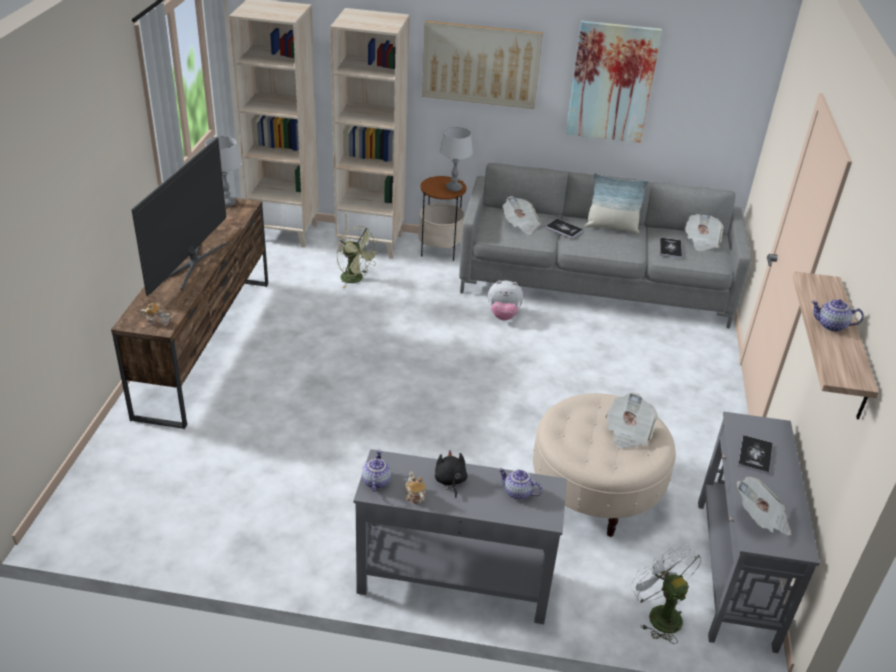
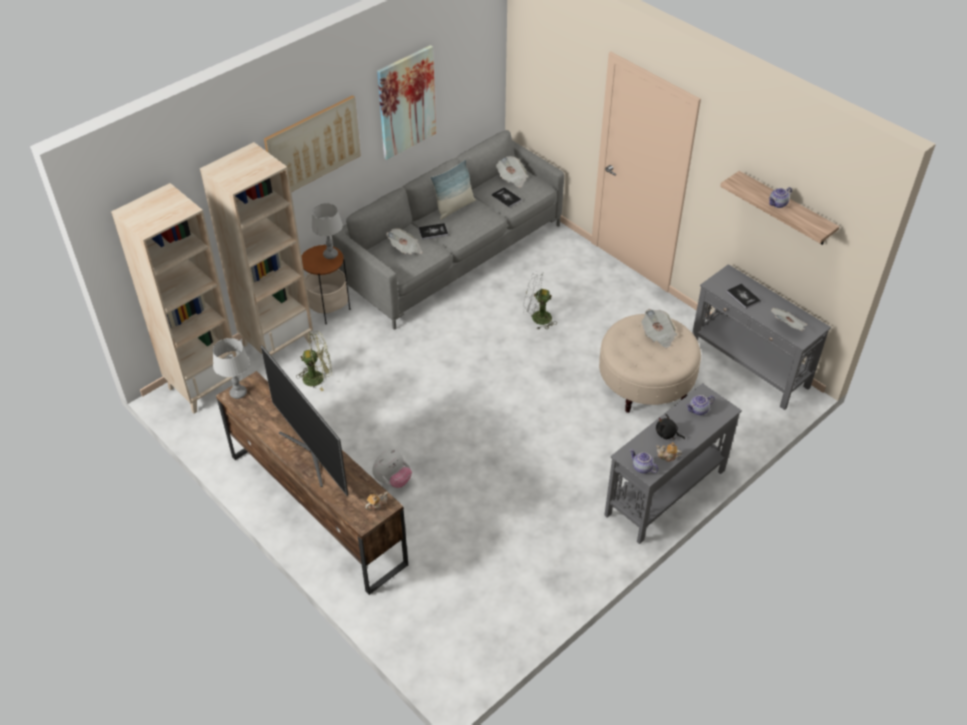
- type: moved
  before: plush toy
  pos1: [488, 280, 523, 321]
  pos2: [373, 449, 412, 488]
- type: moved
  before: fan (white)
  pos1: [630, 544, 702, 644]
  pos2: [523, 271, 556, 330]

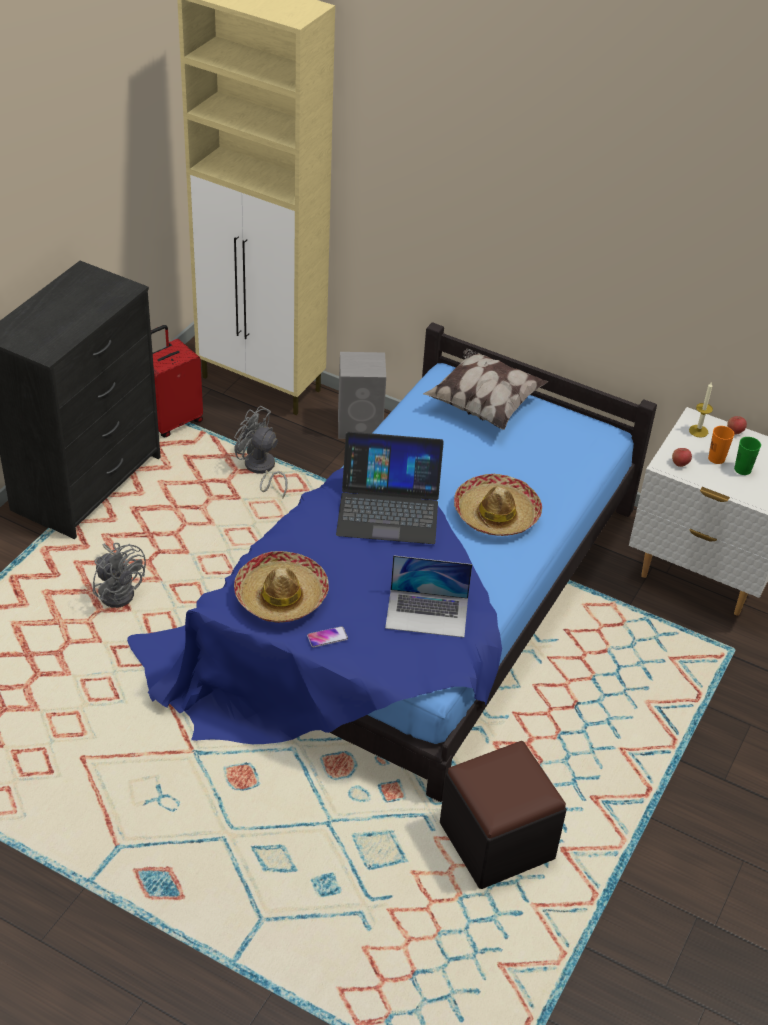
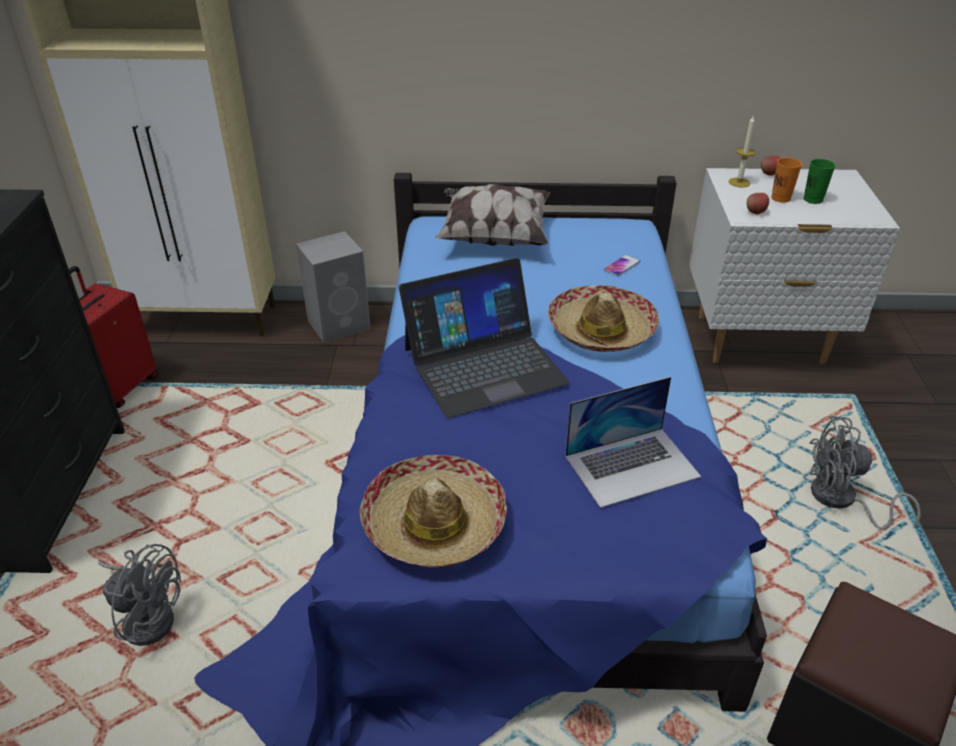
- type: moved
  before: fan (grey)
  pos1: [234, 406, 288, 499]
  pos2: [809, 416, 921, 530]
- type: moved
  before: phone
  pos1: [307, 626, 348, 648]
  pos2: [604, 255, 640, 276]

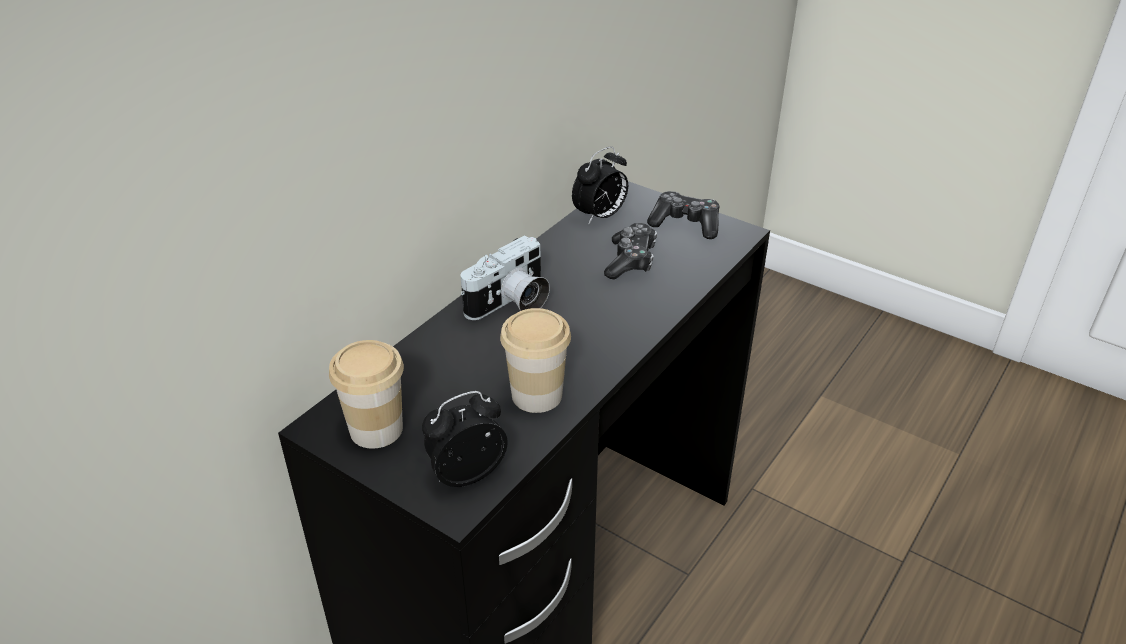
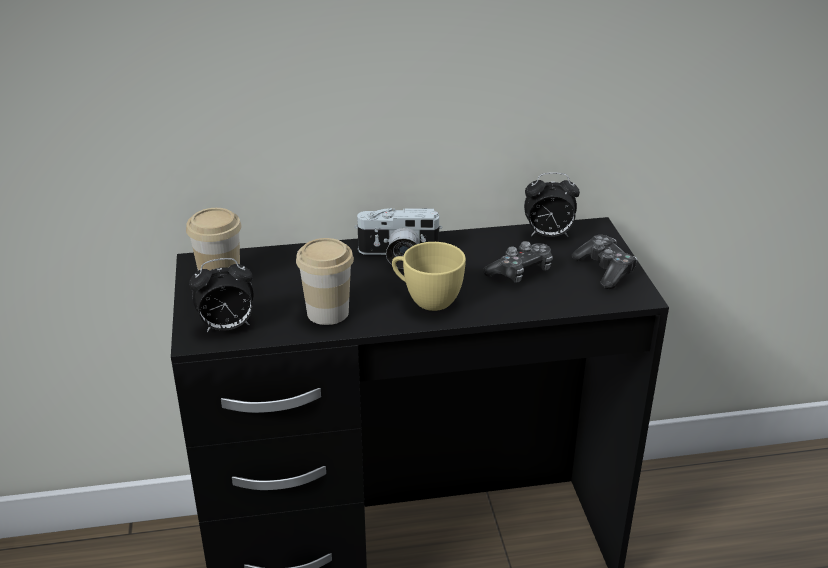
- type: added
  after: cup (yellow)
  pos2: [392, 242, 466, 311]
- type: turned
  before: alarm clock
  pos1: [422, 391, 508, 487]
  pos2: [189, 258, 254, 332]
  turn: 150

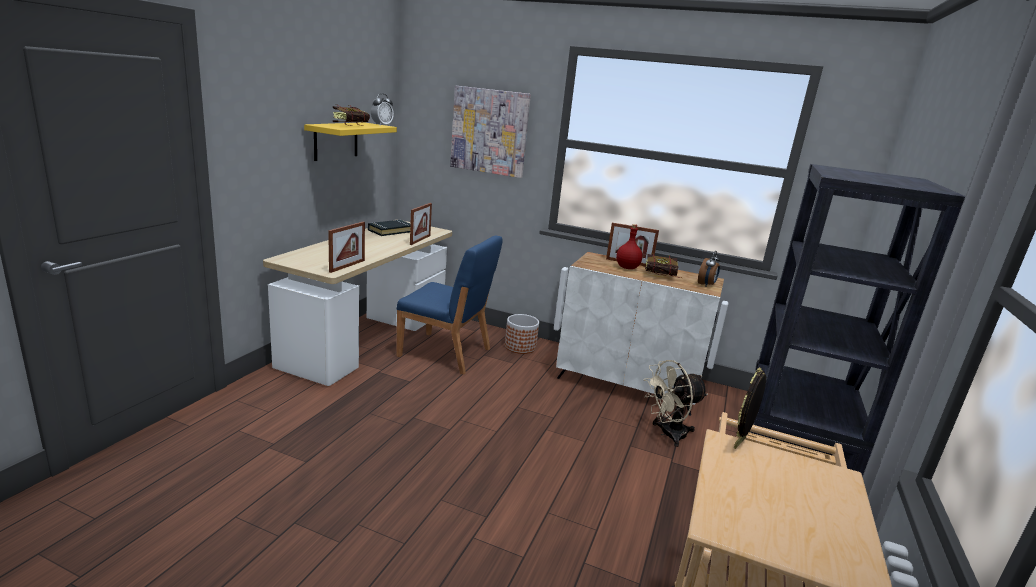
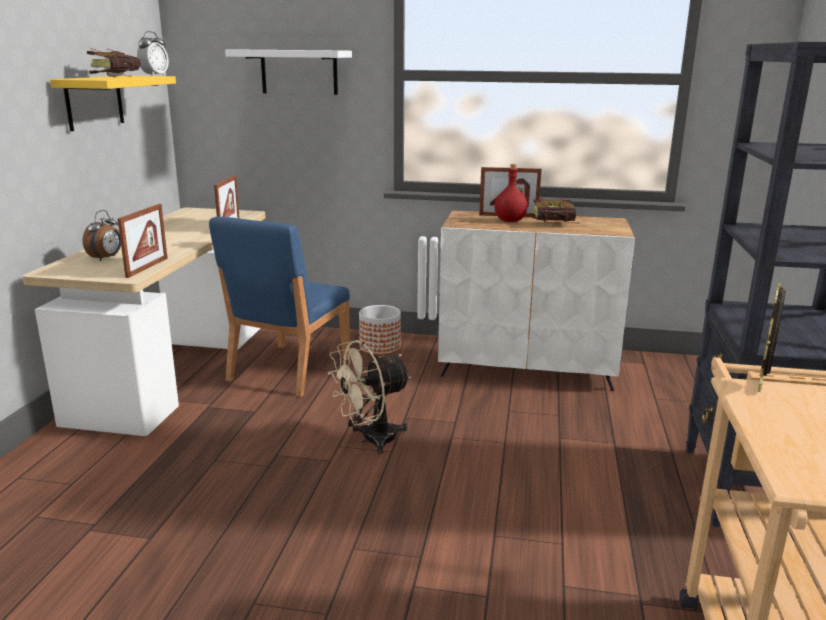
- type: removed
  before: book (black)
  pos1: [368, 220, 410, 236]
- type: moved
  before: fan (beige)
  pos1: [644, 360, 708, 447]
  pos2: [328, 340, 411, 454]
- type: moved
  before: alarm clock
  pos1: [698, 251, 720, 287]
  pos2: [82, 210, 121, 261]
- type: replaced
  before: picture
  after: shelf (white)
  pos1: [450, 86, 531, 178]
  pos2: [225, 49, 352, 95]
- type: turned
  before: chair (blue)
  pos1: [396, 236, 503, 375]
  pos2: [209, 216, 350, 397]
  turn: 105

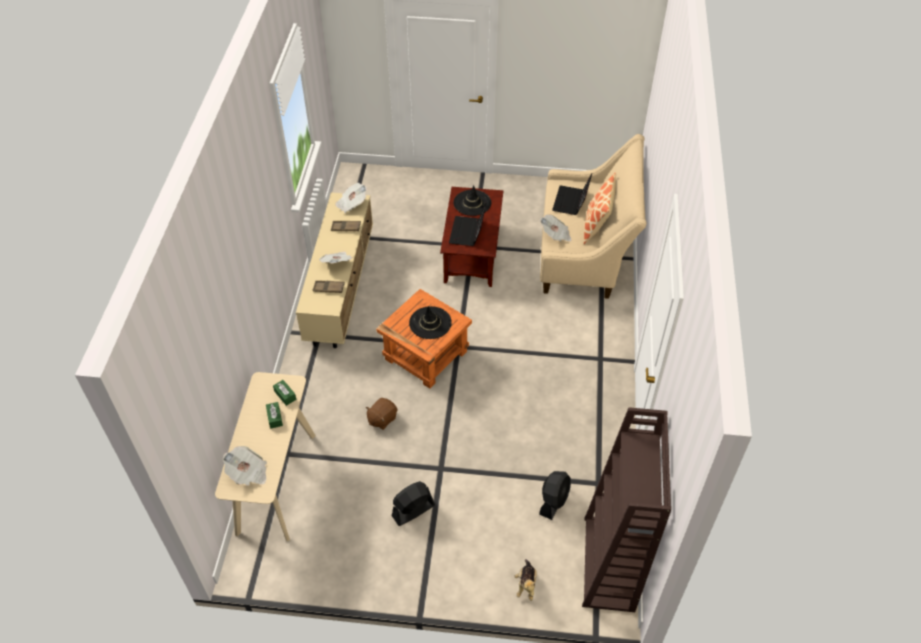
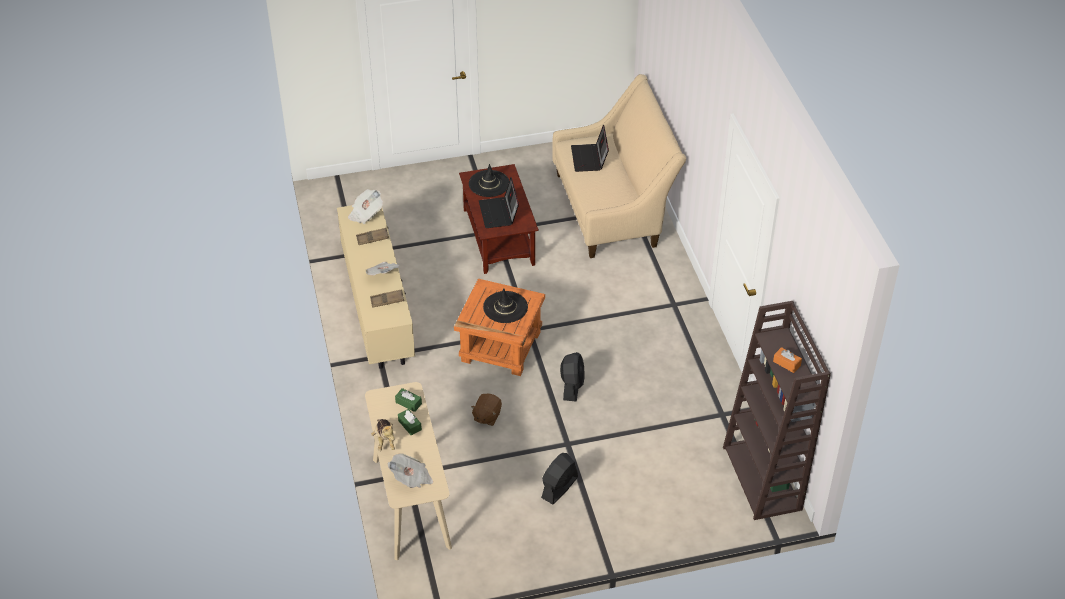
- type: removed
  before: newspaper
  pos1: [540, 215, 572, 242]
- type: removed
  before: pillow
  pos1: [584, 172, 616, 244]
- type: added
  after: tissue box (orange)
  pos2: [773, 347, 802, 373]
- type: moved
  before: plush toy
  pos1: [514, 559, 537, 601]
  pos2: [371, 419, 395, 451]
- type: moved
  before: fan (black)
  pos1: [539, 471, 571, 520]
  pos2: [560, 352, 585, 402]

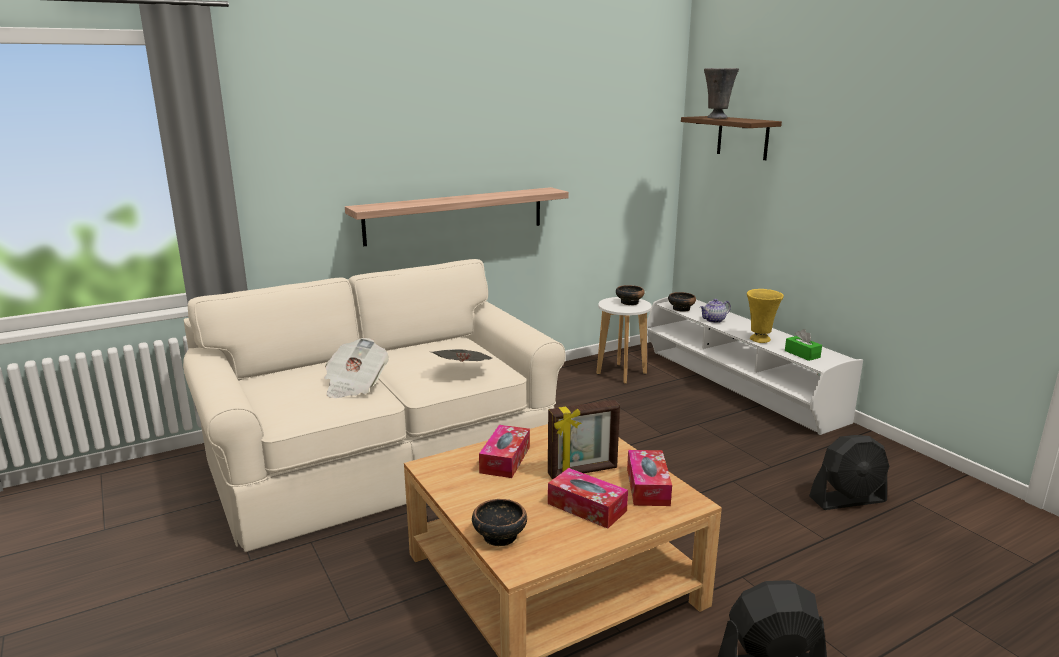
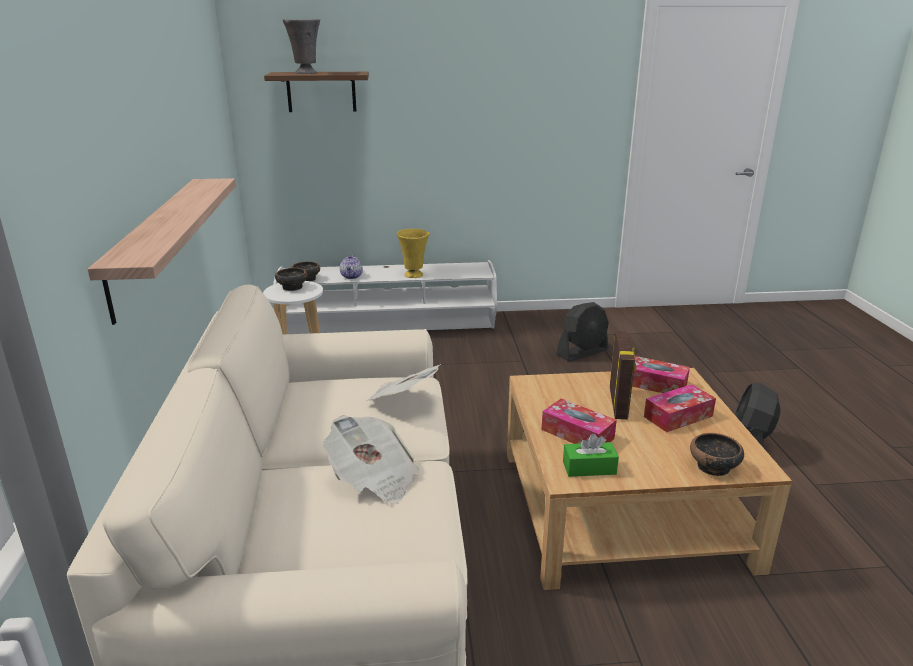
- type: moved
  before: tissue box (green)
  pos1: [785, 329, 822, 361]
  pos2: [563, 434, 619, 477]
- type: turned
  before: fan (black)
  pos1: [809, 435, 889, 510]
  pos2: [556, 302, 609, 362]
  turn: 45

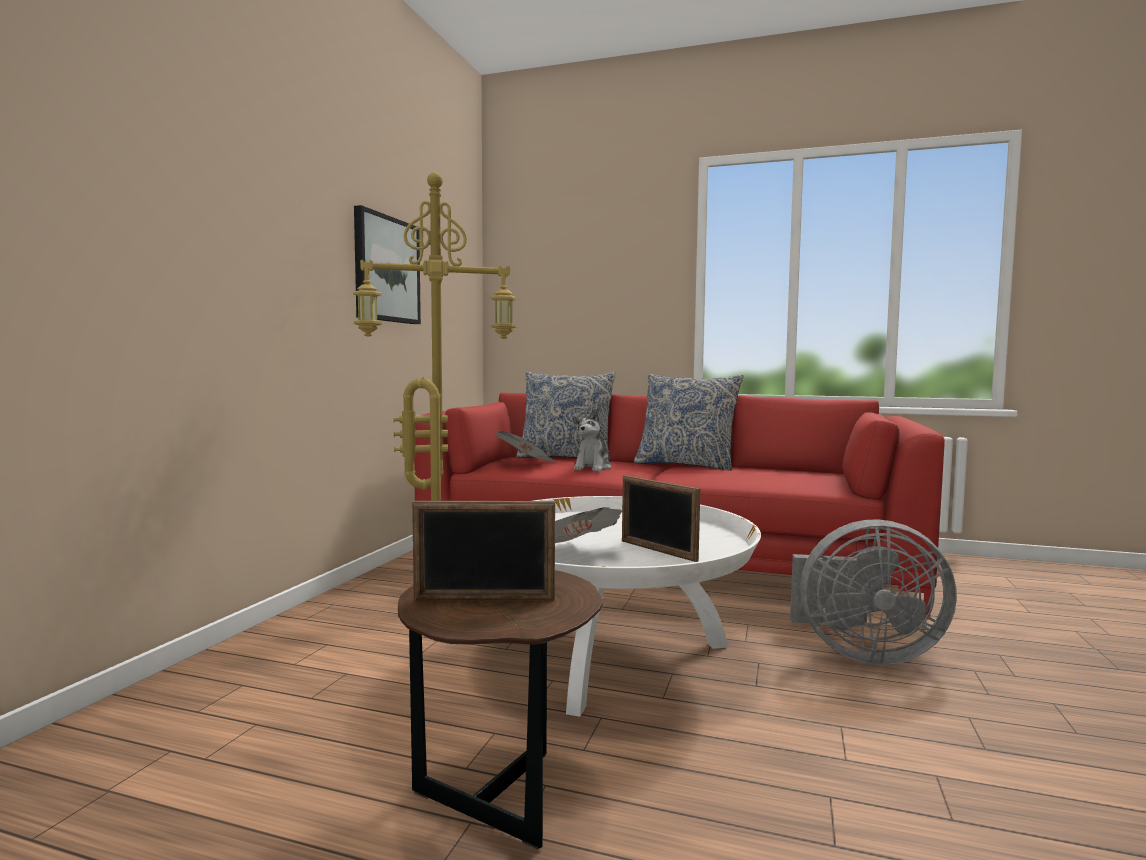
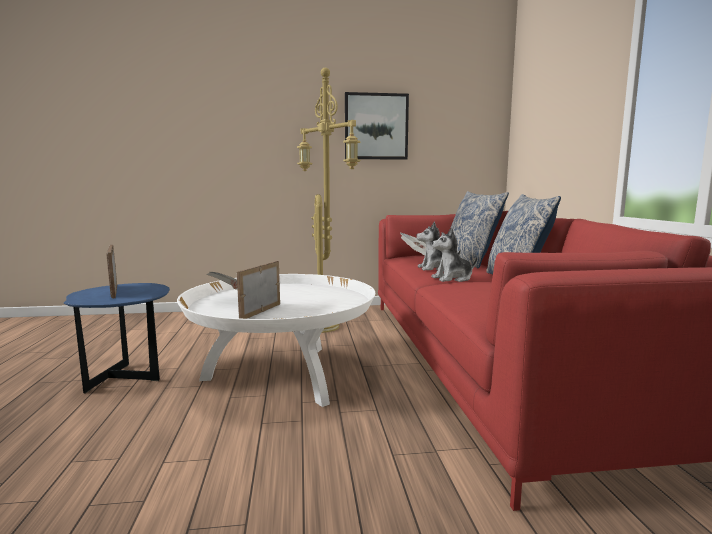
- type: removed
  before: fan (grey)
  pos1: [790, 519, 957, 665]
- type: added
  after: plush toy
  pos2: [431, 227, 478, 282]
- type: recoloured
  before: side table (brown)
  after: side table (blue)
  pos1: [398, 570, 603, 849]
  pos2: [64, 283, 170, 394]

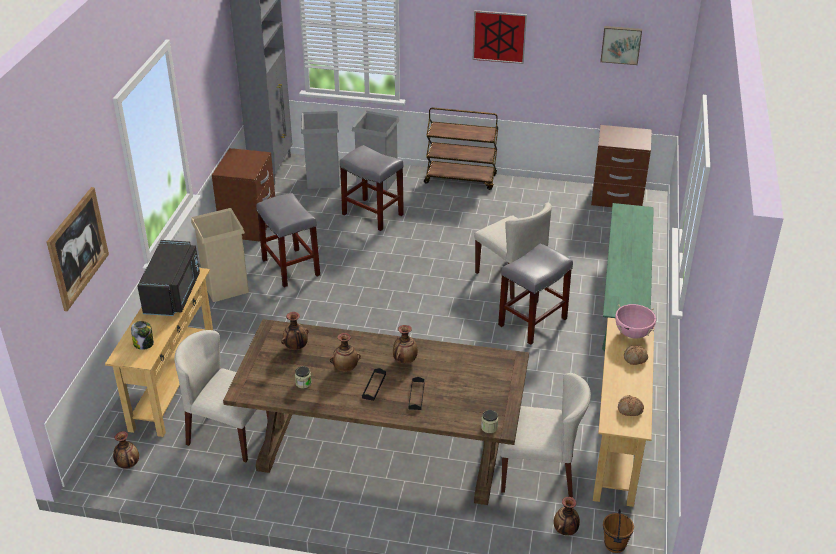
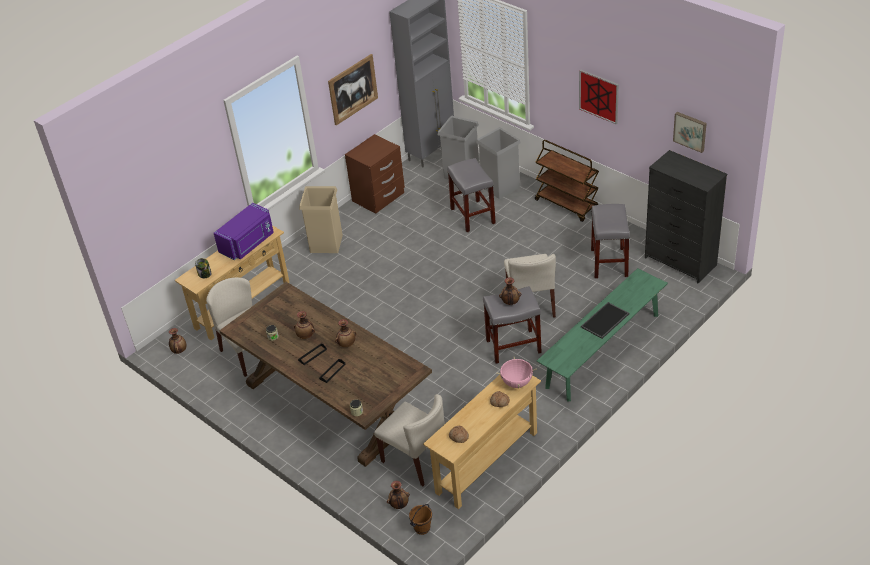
- type: added
  after: tray
  pos2: [581, 302, 629, 339]
- type: moved
  before: picture
  pos1: [47, 187, 109, 311]
  pos2: [328, 54, 378, 126]
- type: moved
  before: stool (grey)
  pos1: [256, 193, 320, 288]
  pos2: [591, 204, 630, 279]
- type: moved
  before: vase
  pos1: [281, 312, 309, 350]
  pos2: [499, 277, 521, 305]
- type: replaced
  before: nightstand (brown)
  after: dresser (black)
  pos1: [591, 125, 652, 207]
  pos2: [645, 150, 727, 283]
- type: recoloured
  before: microwave (black)
  after: microwave (purple)
  pos1: [137, 240, 200, 316]
  pos2: [214, 203, 274, 260]

